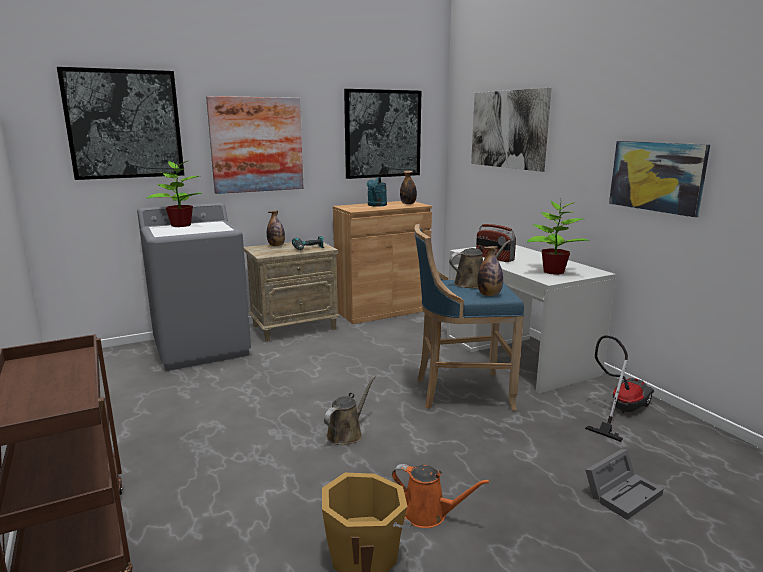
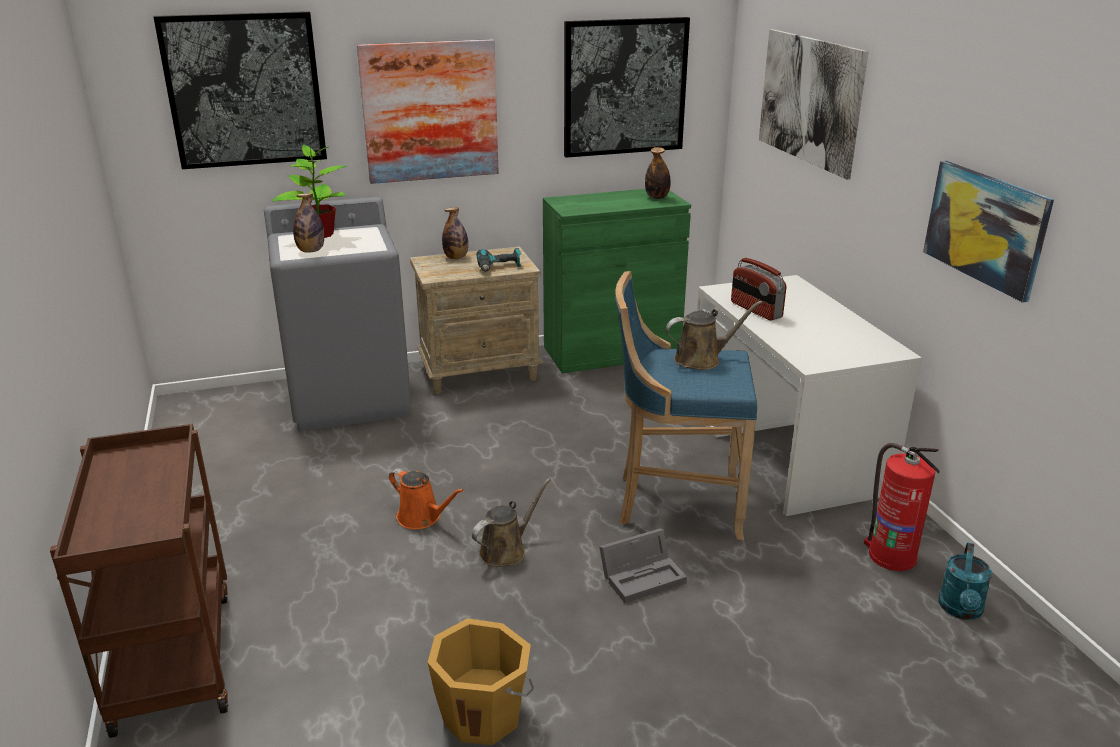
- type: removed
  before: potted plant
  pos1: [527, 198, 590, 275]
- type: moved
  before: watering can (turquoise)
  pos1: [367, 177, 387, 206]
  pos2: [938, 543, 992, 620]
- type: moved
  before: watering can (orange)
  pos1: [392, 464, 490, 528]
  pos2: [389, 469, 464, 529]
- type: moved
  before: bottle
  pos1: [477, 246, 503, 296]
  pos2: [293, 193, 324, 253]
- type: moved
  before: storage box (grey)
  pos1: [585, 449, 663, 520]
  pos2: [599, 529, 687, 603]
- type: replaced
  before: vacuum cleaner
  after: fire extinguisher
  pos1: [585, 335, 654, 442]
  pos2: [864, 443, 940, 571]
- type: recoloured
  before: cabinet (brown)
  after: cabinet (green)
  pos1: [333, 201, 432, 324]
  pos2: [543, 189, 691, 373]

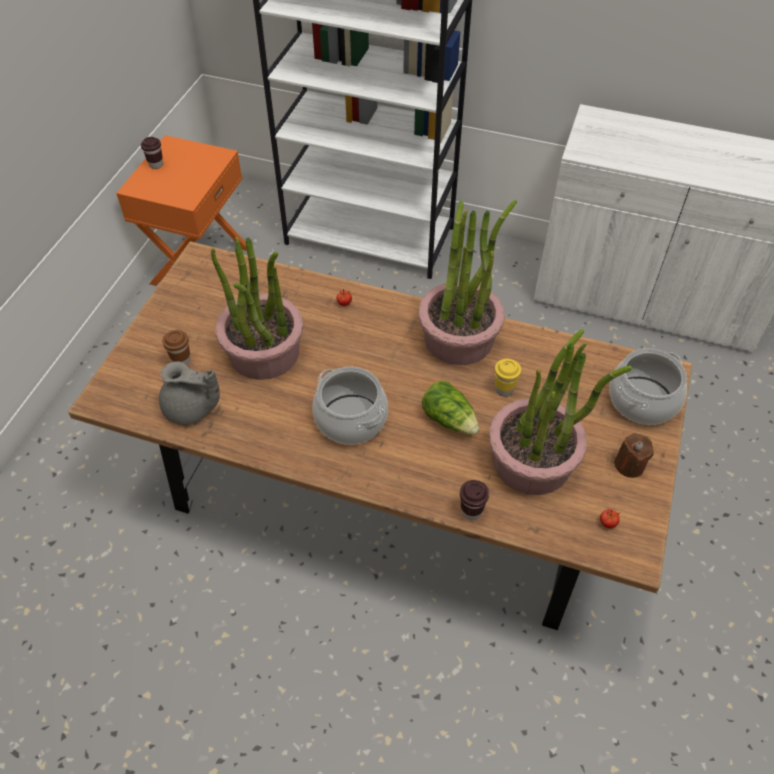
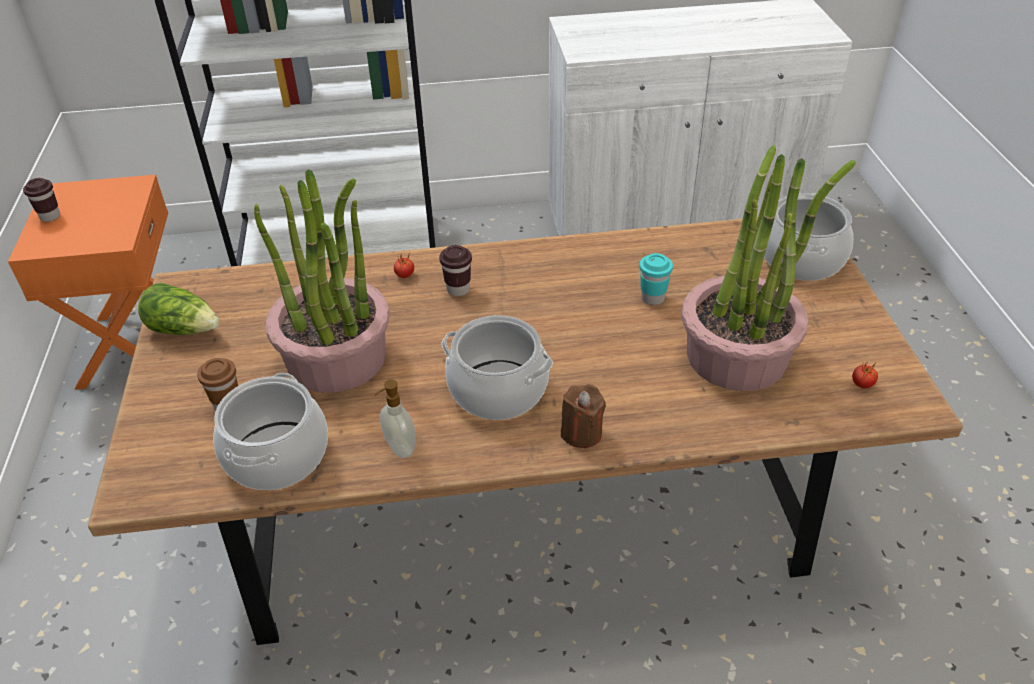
- type: removed
  before: potted plant
  pos1: [418, 200, 517, 365]
- type: added
  after: soap dispenser
  pos2: [375, 380, 416, 458]
- type: moved
  before: lettuce
  pos1: [422, 381, 479, 435]
  pos2: [138, 282, 220, 335]
- type: moved
  before: cup (brown)
  pos1: [460, 480, 489, 520]
  pos2: [439, 245, 472, 296]
- type: moved
  before: candle (brown)
  pos1: [614, 433, 654, 478]
  pos2: [561, 384, 606, 448]
- type: replaced
  before: teapot (grey)
  after: cooking pot
  pos1: [159, 361, 220, 425]
  pos2: [213, 373, 328, 490]
- type: recoloured
  before: cup (yellow)
  after: cup (turquoise)
  pos1: [495, 359, 521, 397]
  pos2: [639, 253, 673, 305]

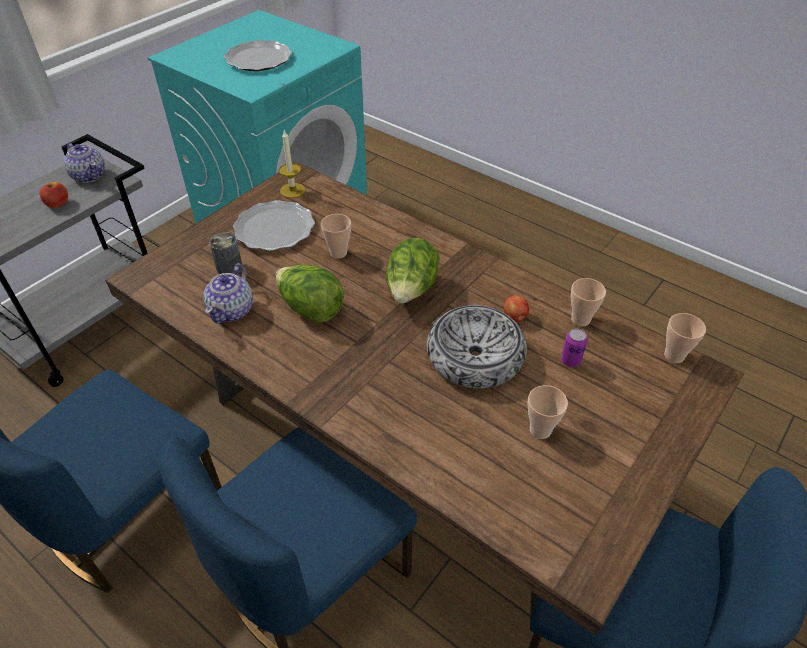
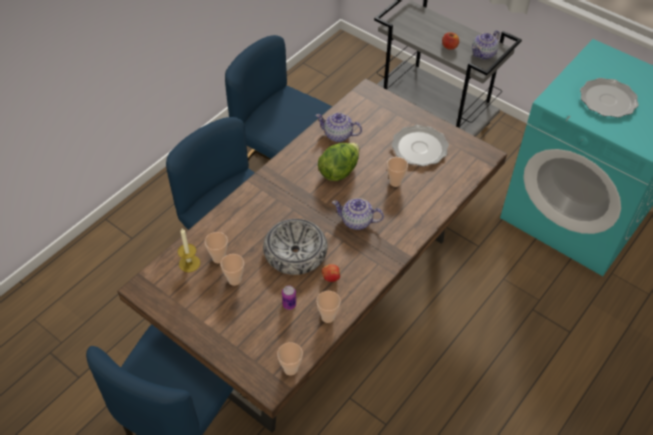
- type: removed
  before: can
  pos1: [209, 232, 242, 274]
- type: added
  after: cup
  pos2: [205, 232, 228, 263]
- type: moved
  before: candle
  pos1: [279, 130, 305, 198]
  pos2: [178, 228, 200, 272]
- type: replaced
  before: lettuce
  after: teapot
  pos1: [386, 238, 440, 304]
  pos2: [332, 198, 384, 230]

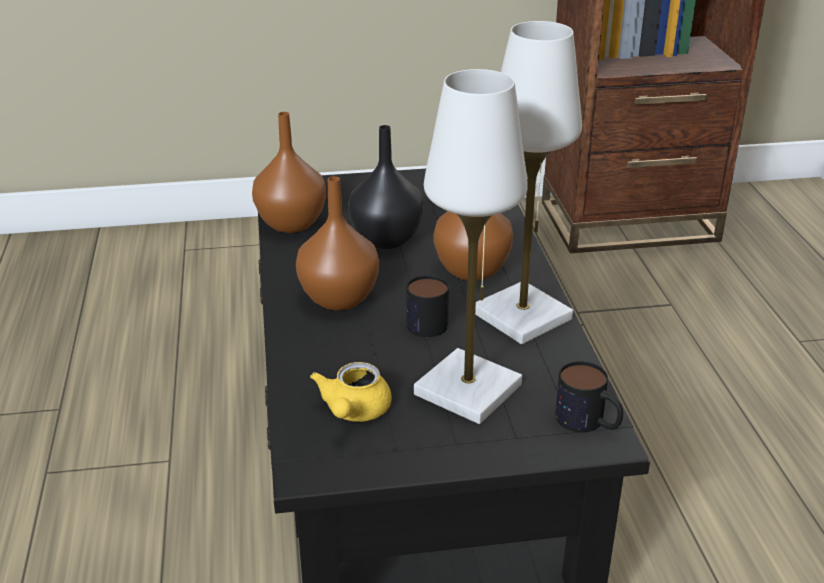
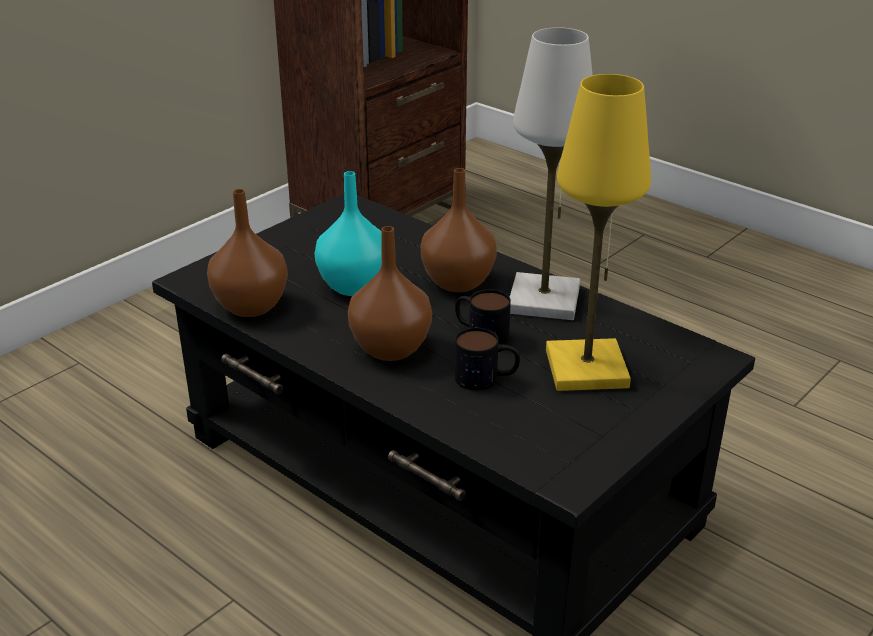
- type: removed
  before: teapot (yellow)
  pos1: [310, 362, 392, 422]
- type: moved
  before: mug
  pos1: [555, 361, 623, 433]
  pos2: [455, 327, 520, 390]
- type: recoloured
  before: vase (black)
  after: vase (turquoise)
  pos1: [348, 125, 424, 249]
  pos2: [314, 171, 382, 296]
- type: recoloured
  before: table lamp (white)
  after: table lamp (yellow)
  pos1: [414, 69, 528, 424]
  pos2: [546, 74, 651, 391]

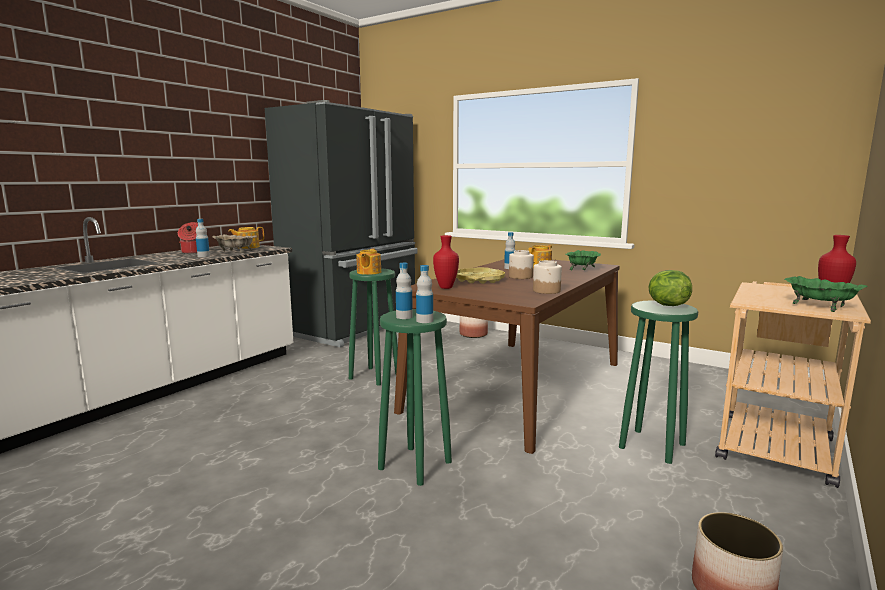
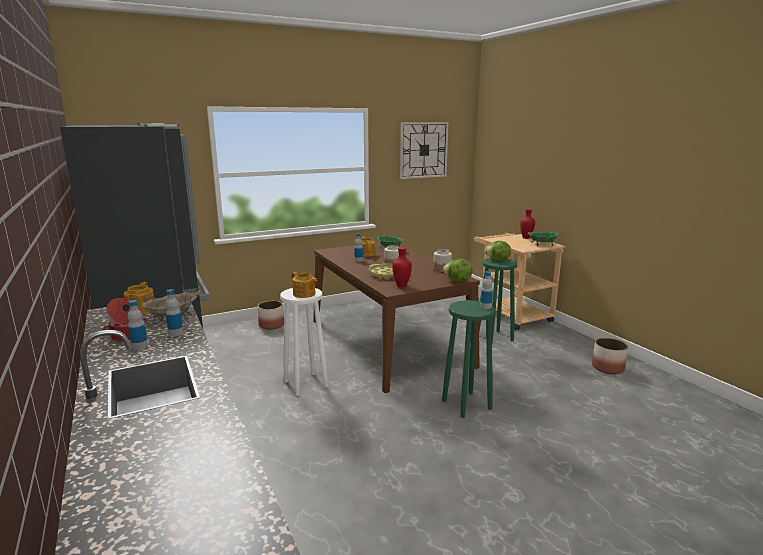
- type: added
  after: wall clock
  pos2: [400, 122, 449, 179]
- type: added
  after: lettuce
  pos2: [443, 259, 472, 282]
- type: moved
  before: bottle
  pos1: [396, 263, 413, 319]
  pos2: [127, 300, 148, 350]
- type: recoloured
  before: stool (green)
  after: stool (white)
  pos1: [349, 268, 398, 386]
  pos2: [280, 288, 328, 396]

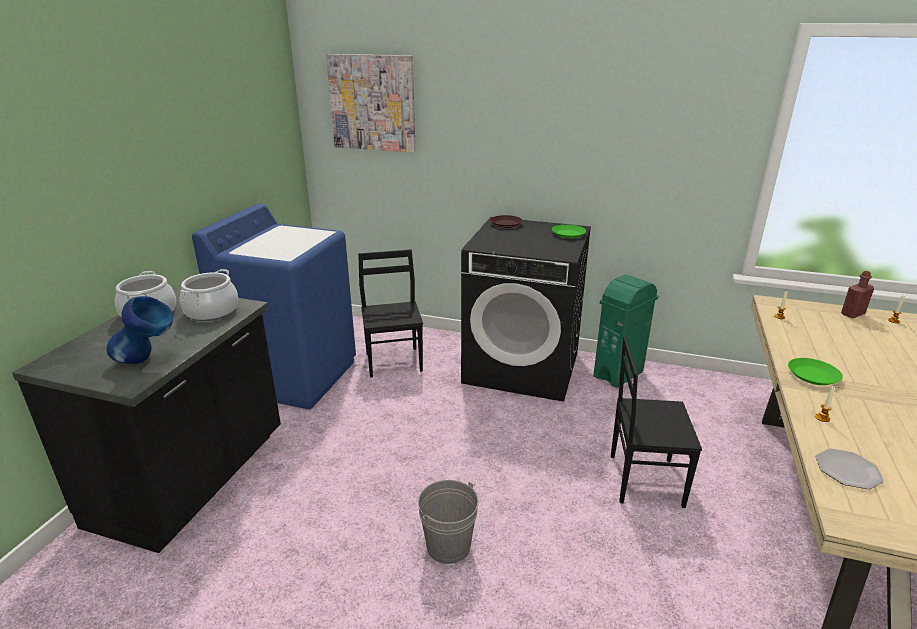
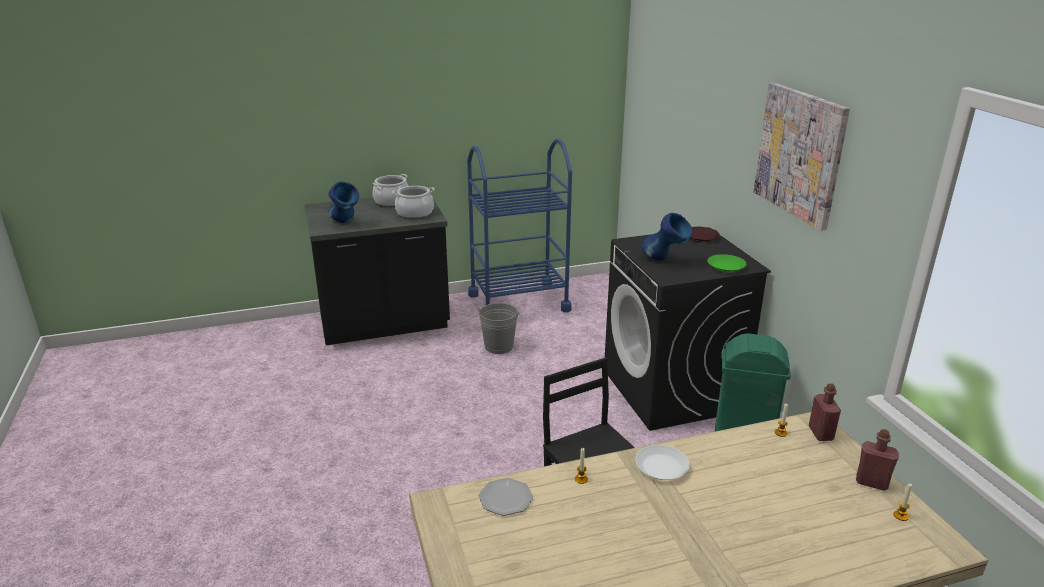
- type: removed
  before: chair (black)
  pos1: [358, 249, 423, 377]
- type: added
  after: vase (blue)
  pos2: [642, 213, 692, 261]
- type: added
  after: bottle (red)
  pos2: [809, 384, 841, 441]
- type: moved
  before: picture
  pos1: [326, 54, 416, 152]
  pos2: [753, 82, 850, 231]
- type: moved
  before: bucket (grey)
  pos1: [418, 480, 479, 564]
  pos2: [477, 303, 520, 354]
- type: replaced
  before: washing machine (blue)
  after: cart (blue)
  pos1: [192, 204, 356, 409]
  pos2: [467, 138, 572, 312]
- type: recoloured
  before: plate (green)
  after: plate (white)
  pos1: [788, 358, 843, 385]
  pos2: [636, 445, 690, 480]

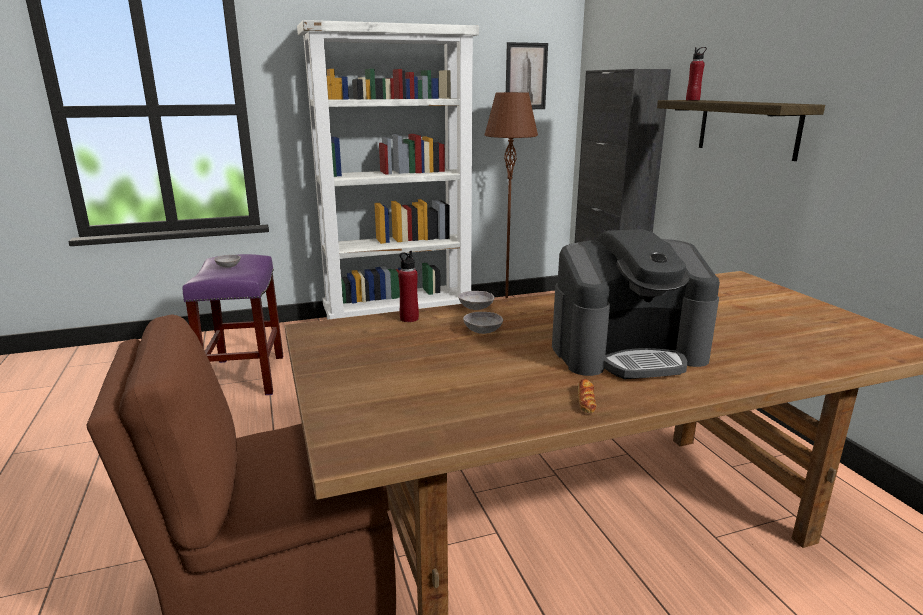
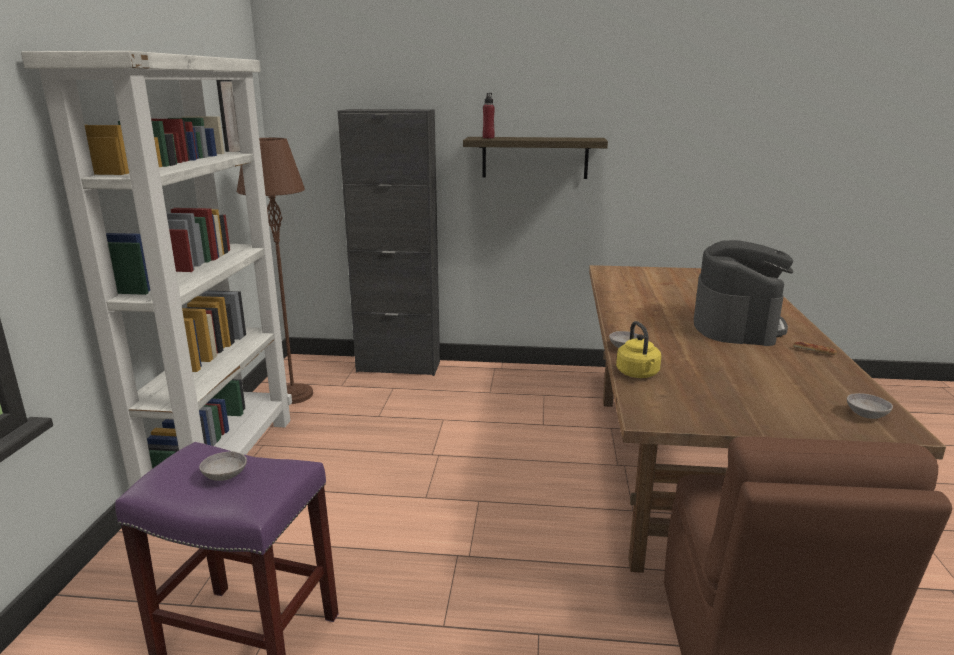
- type: moved
  before: bowl (grey)
  pos1: [463, 312, 503, 334]
  pos2: [847, 393, 893, 419]
- type: replaced
  before: bottle (red)
  after: kettle (yellow)
  pos1: [398, 251, 419, 322]
  pos2: [616, 321, 661, 378]

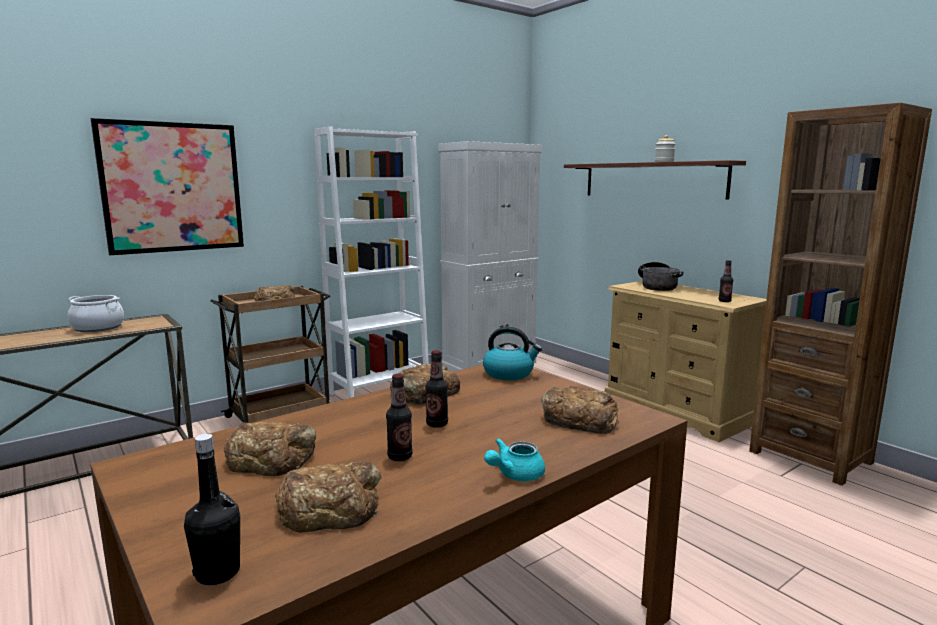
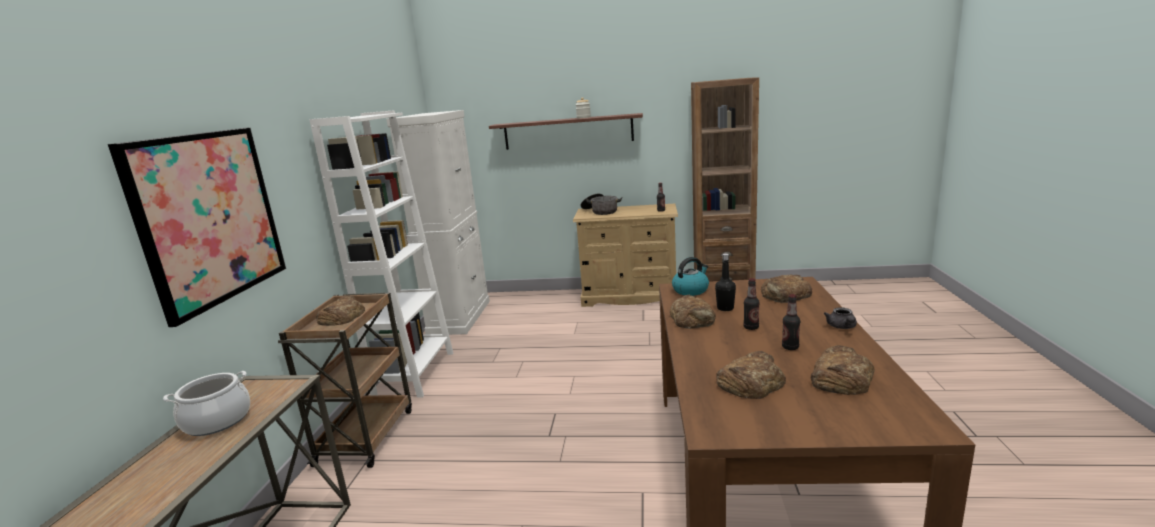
- type: moved
  before: bottle (black)
  pos1: [184, 434, 240, 585]
  pos2: [715, 253, 736, 311]
- type: recoloured
  before: teapot (turquoise)
  after: teapot (grey)
  pos1: [484, 438, 545, 481]
  pos2: [824, 307, 857, 329]

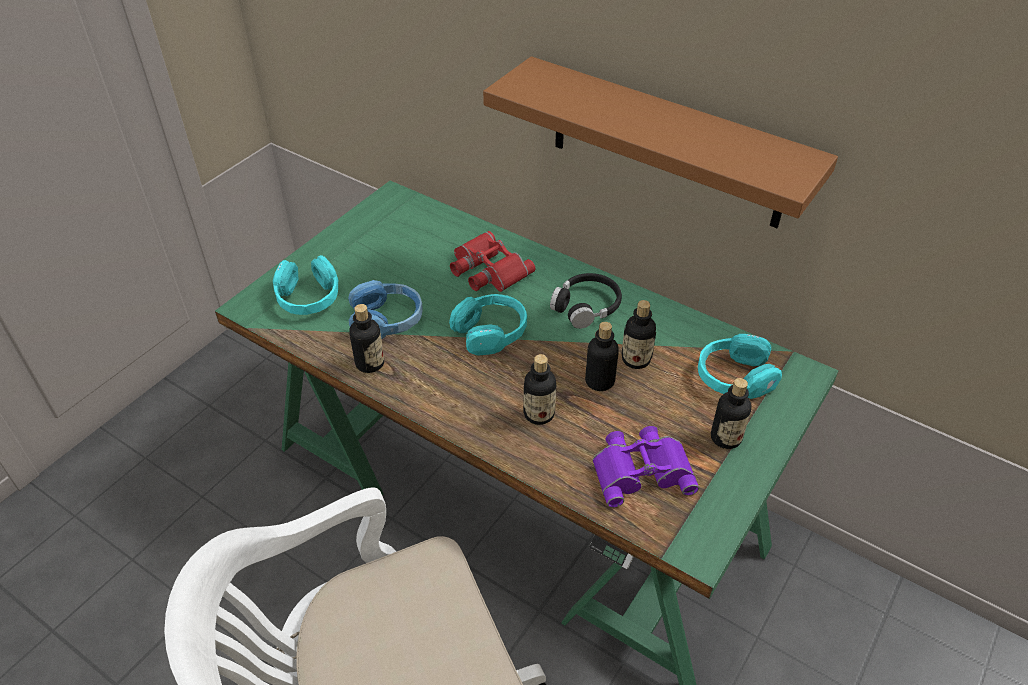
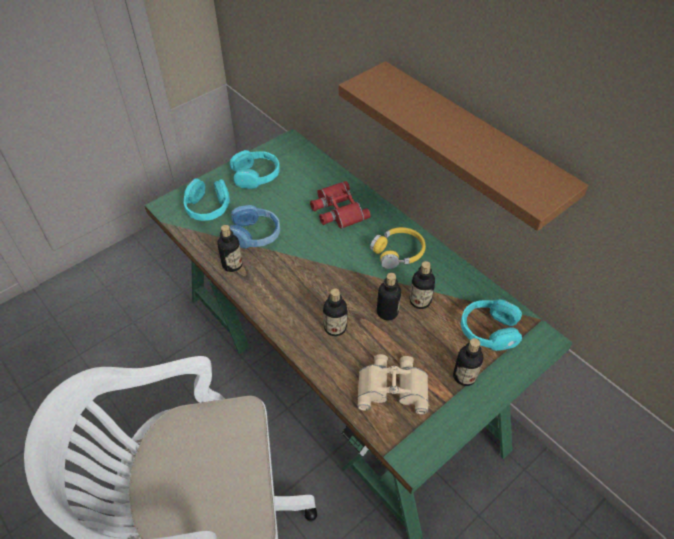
- type: moved
  before: headphones (turquoise)
  pos1: [449, 294, 527, 356]
  pos2: [230, 150, 280, 189]
- type: recoloured
  before: headphones (black)
  after: headphones (yellow)
  pos1: [550, 273, 622, 329]
  pos2: [370, 227, 426, 269]
- type: recoloured
  before: binoculars (purple)
  after: binoculars (beige)
  pos1: [593, 426, 699, 508]
  pos2: [358, 354, 429, 414]

